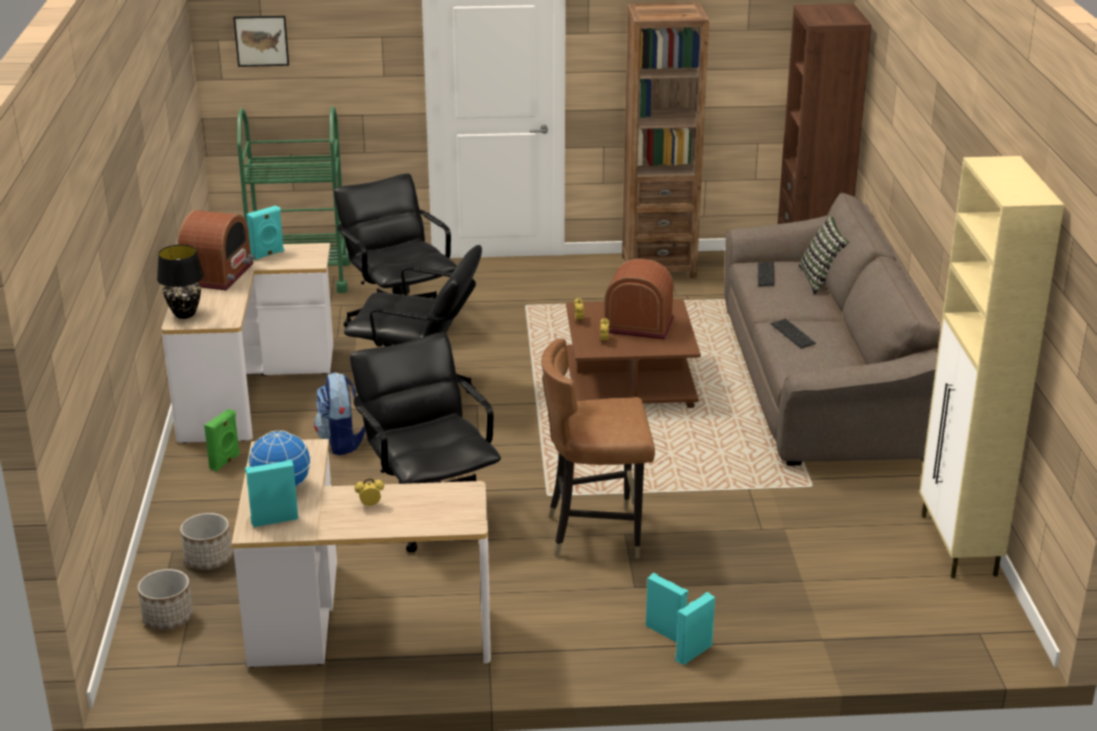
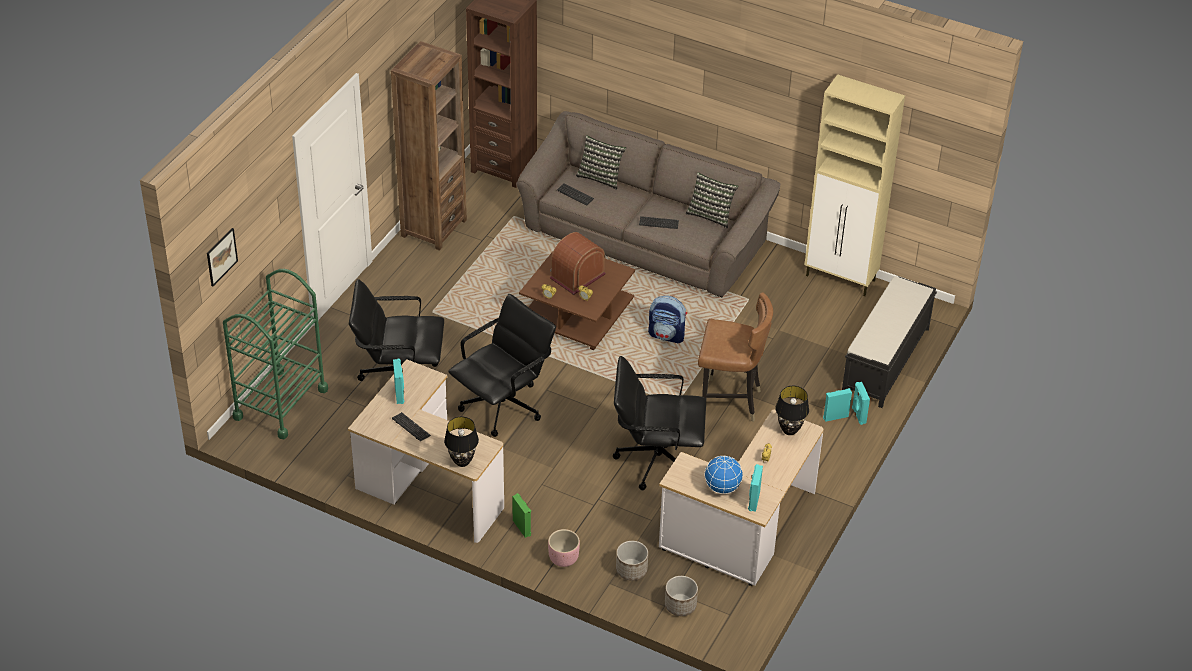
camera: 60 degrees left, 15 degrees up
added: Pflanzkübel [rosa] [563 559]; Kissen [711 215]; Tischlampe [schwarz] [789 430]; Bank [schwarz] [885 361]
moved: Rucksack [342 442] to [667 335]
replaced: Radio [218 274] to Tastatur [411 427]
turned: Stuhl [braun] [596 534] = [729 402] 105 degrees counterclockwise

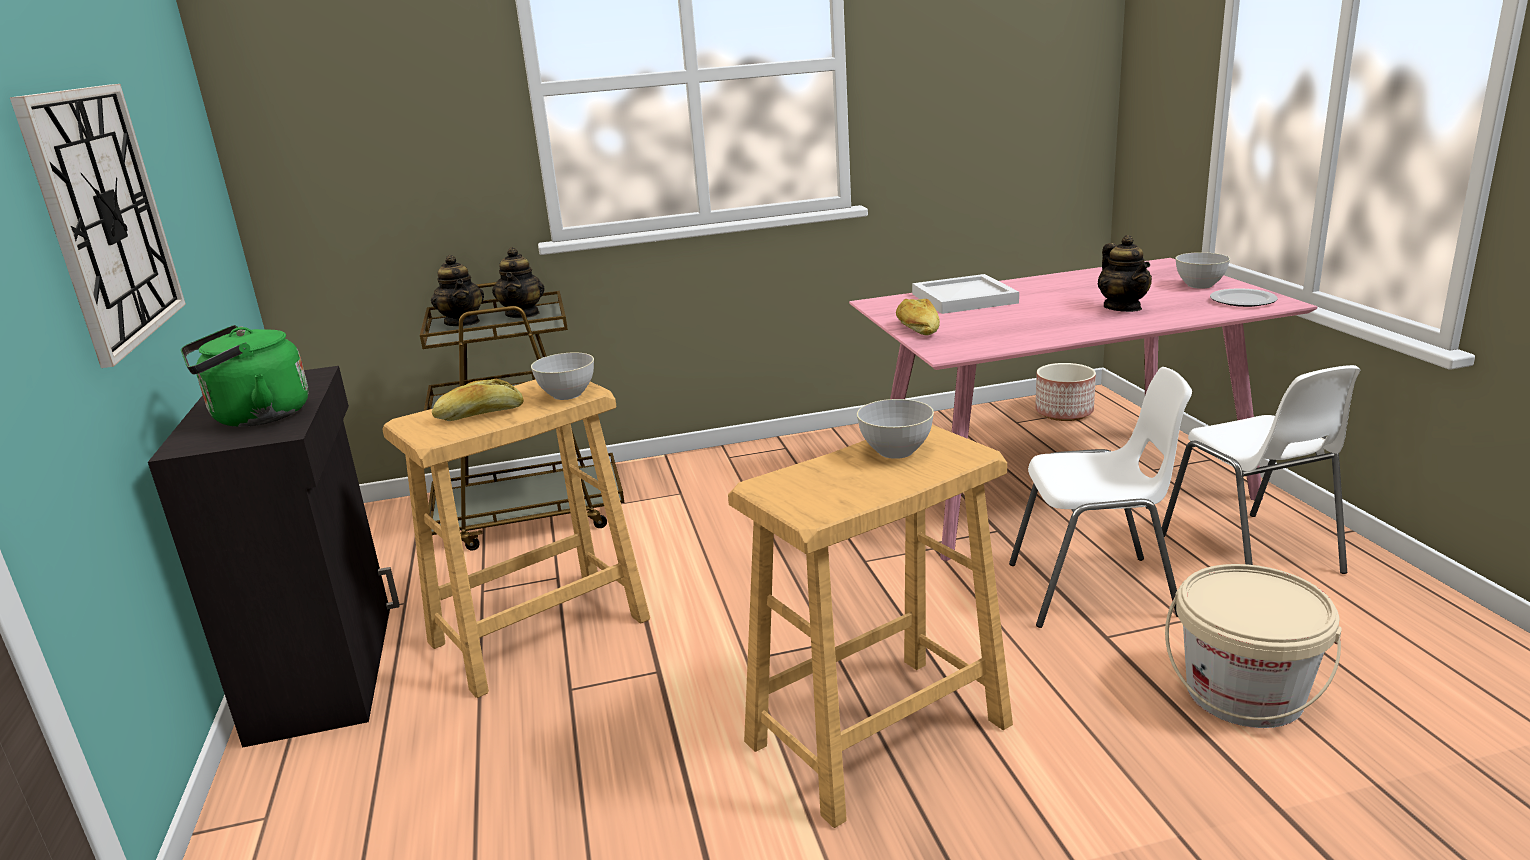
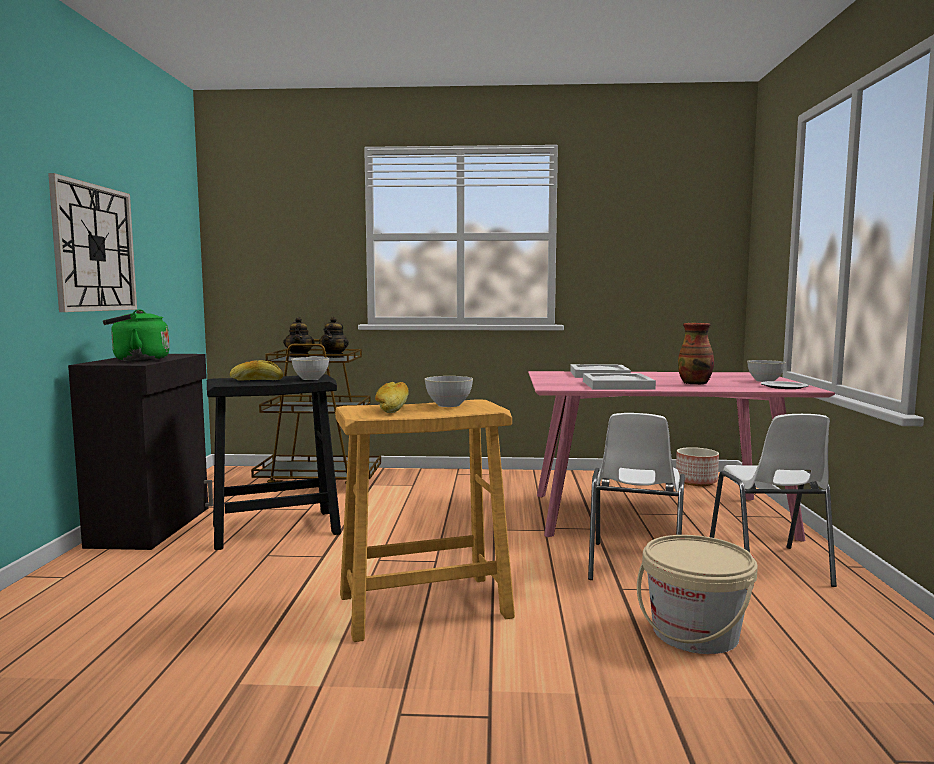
camera: 15 degrees right, 15 degrees down
added: Tablett [weiß] [618 385]
moved: Brot [916 329] to [392 409]
replaced: Teekanne [1122 307] to Vase [695 383]
recoloured: Hocker [beige] [538 631] to Hocker [schwarz] [274 529]
turned: Stuhl [weiß] [1094 591] = [634 566] 90 degrees clockwise

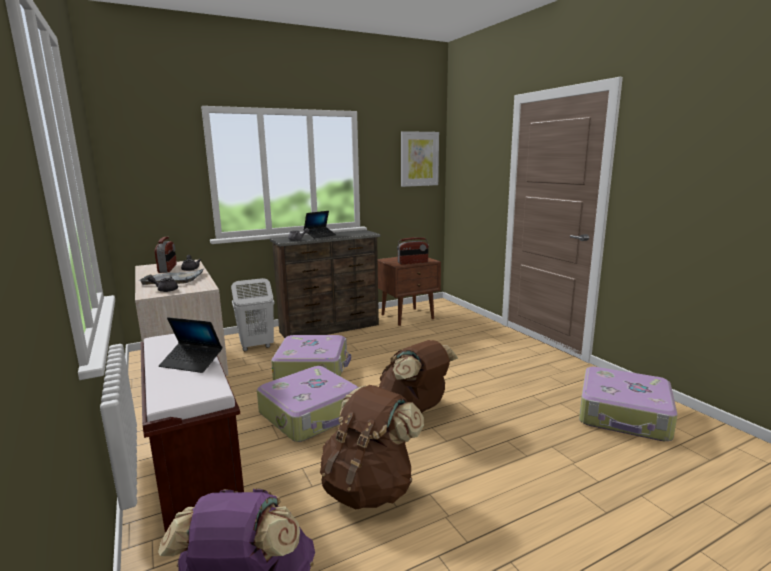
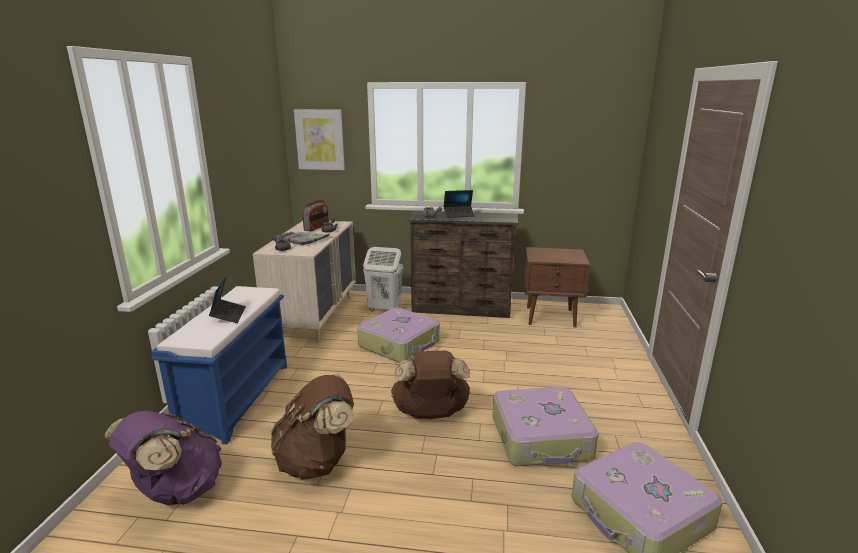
camera: 35 degrees right, 5 degrees up
removed: Radio [413 262]
moved: Bild [419 159] to [320 139]; Koffer [311 414] to [541 438]
recoloured: Bank [braun] [196 473] to Bank [blau] [237 397]
turned: Laptop [192 363] = [228 315] 150 degrees counterclockwise

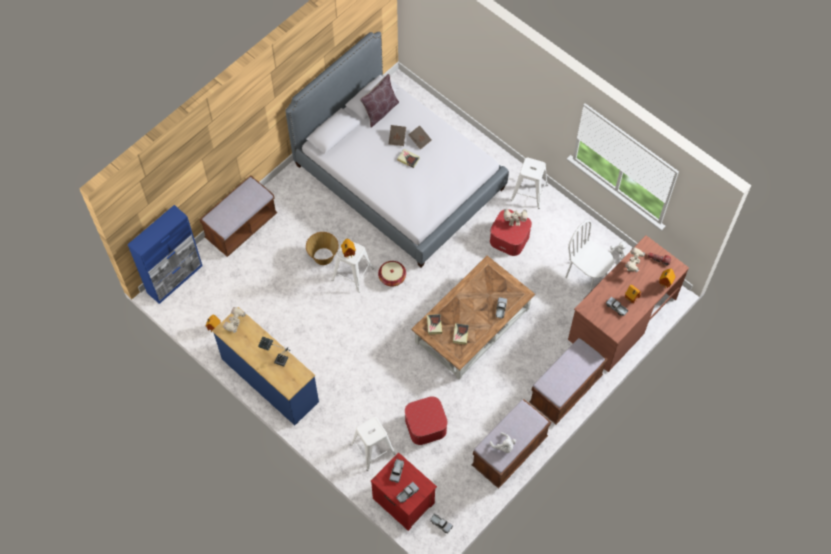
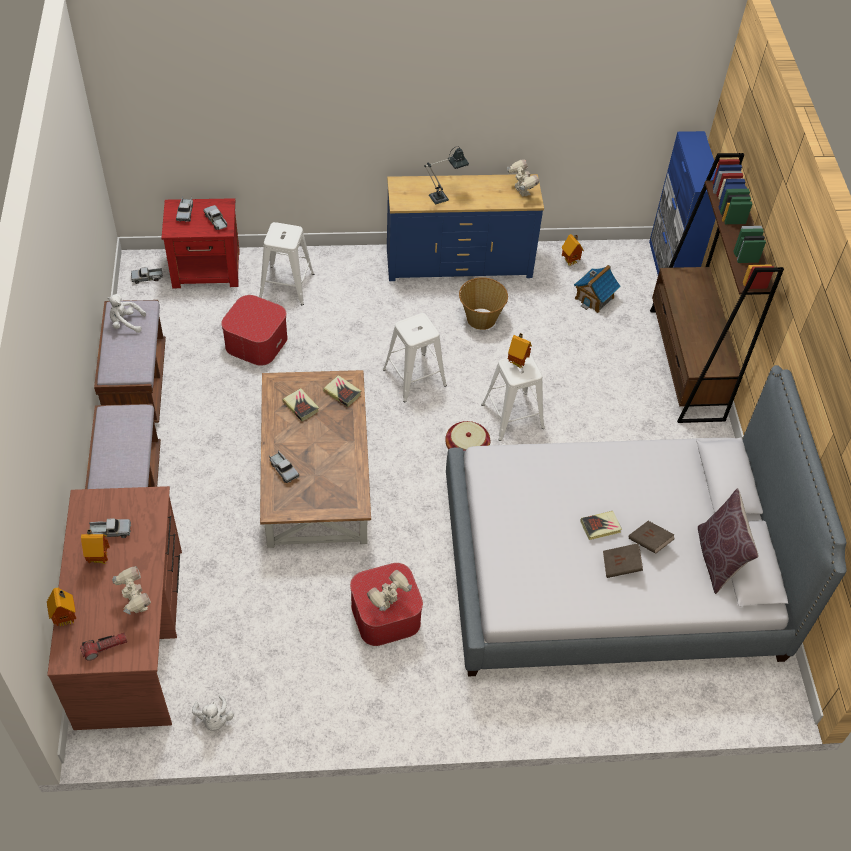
camera: 130 degrees right, 10 degrees down
removed: Stuhl [weiß] [586 276]
added: Spielzeughaus [594 298]
moved: Hocker [weiß] [529 192] to [414 378]; Korb [323 257] to [480 318]
replaced: Bank [braun] [241 227] to Bücherregal [braun] [686 364]

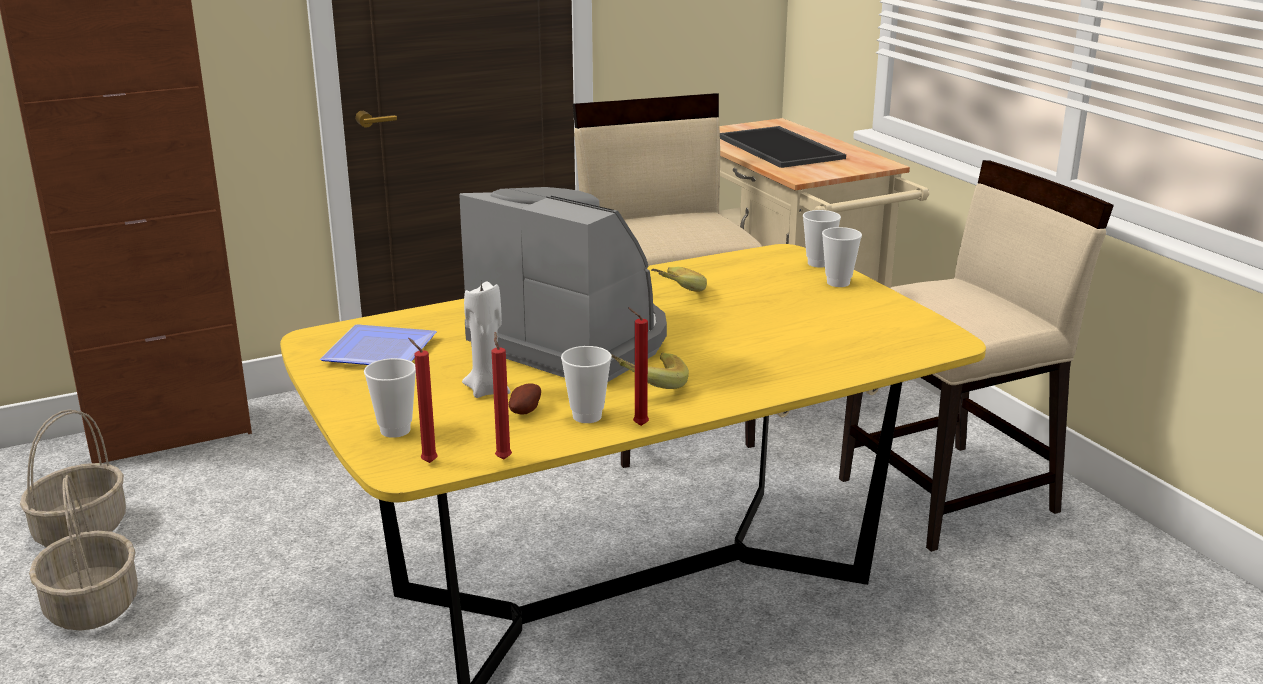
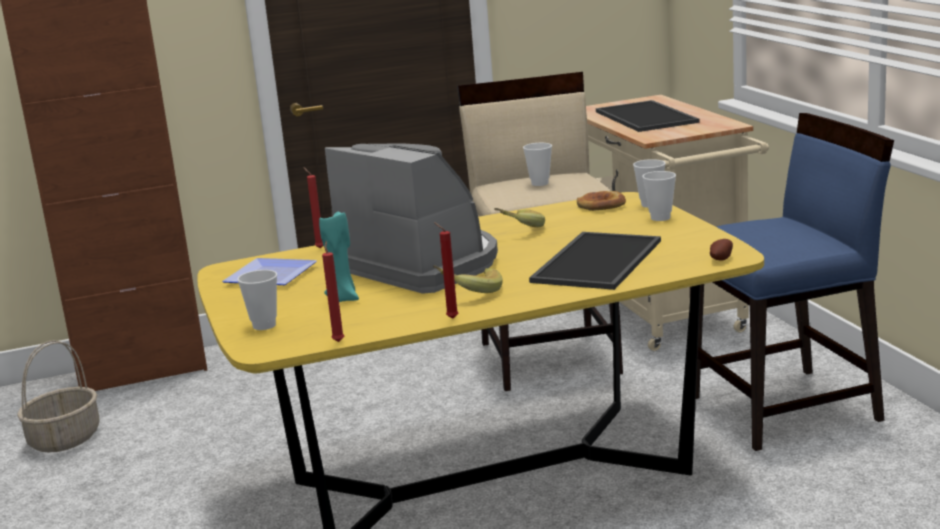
camera: 10 degrees right, 5 degrees down
removed: Korb [93 607]
added: Tablett [595 260]; Brot [601 205]
moved: Kerze [rot] [427 462] to [319 248]; Tasse [587 416] to [540 183]; Kartoffel [524 411] to [720 259]
recoloured: Kerze [weiß] [487 390] to Kerze [türkis] [343 299]; Stuhl [beige] [950 495] to Stuhl [blau] [787 408]

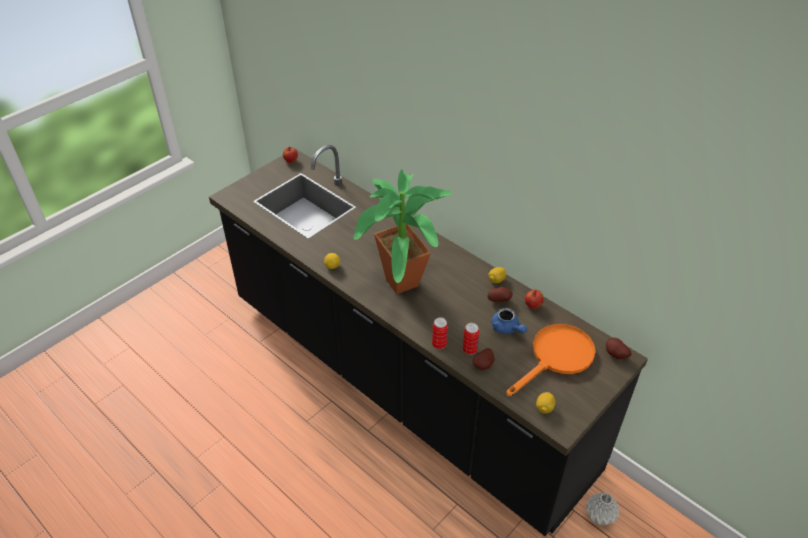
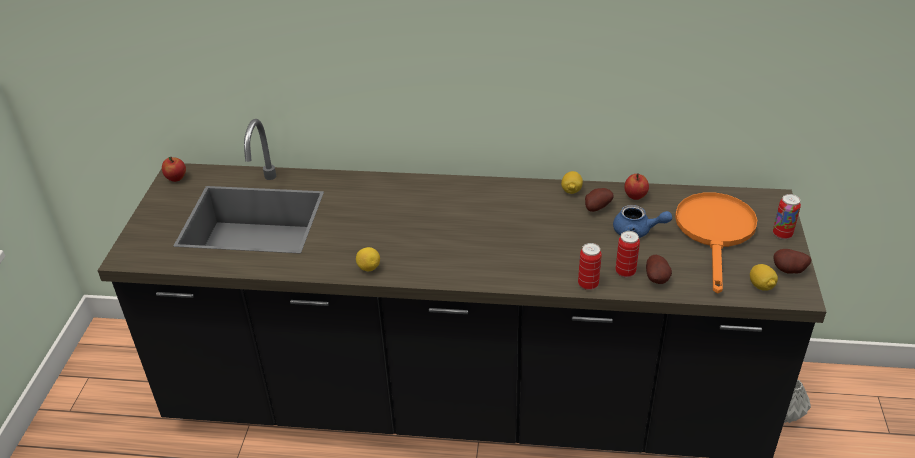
camera: 35 degrees left, 5 degrees down
removed: Topfpflanze [401 288]
added: Dose [782 234]
moved: Kartoffel [615 355] to [789 271]

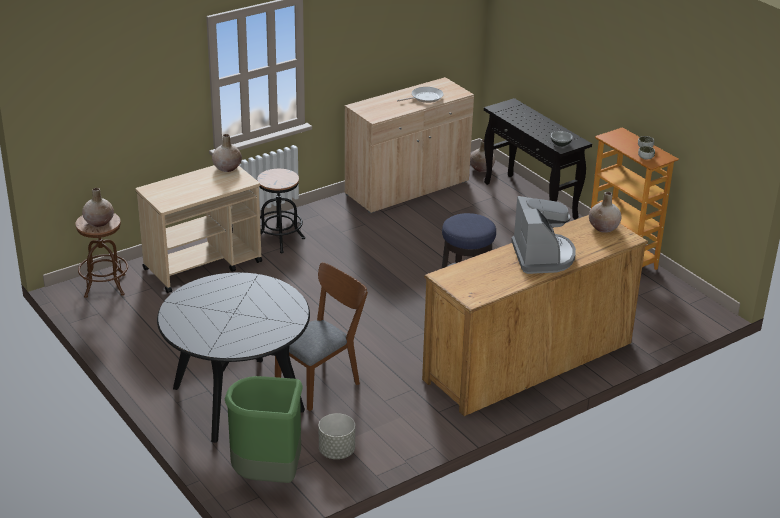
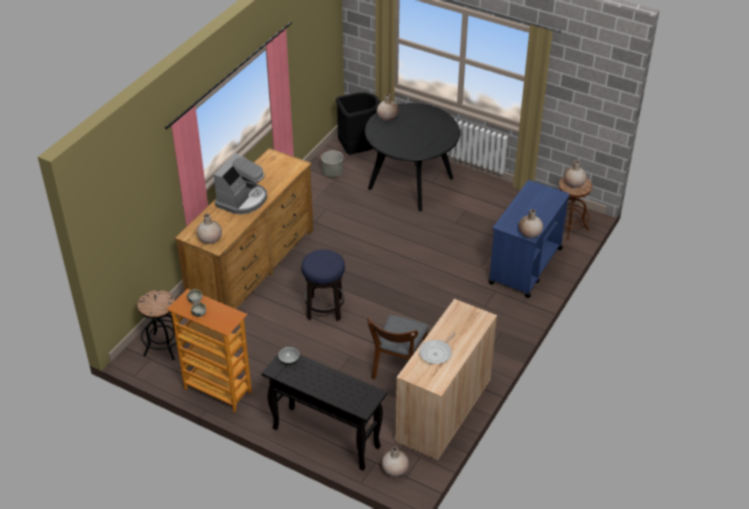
camera: 155 degrees right, 10 degrees up
added: Vase [beige] [387 117]
moved: Hocker [schwarz] [279 240] to [163 346]; Stuhl [braun] [322 382] to [398 370]
recoloured: Mülleimer [grün] [268 476] to Mülleimer [schwarz] [358 150]; Rollwagen [beige] [203 265] to Rollwagen [blau] [525 266]
turned: Kaffeemaschine [543 256] = [242 200] 120 degrees counterclockwise

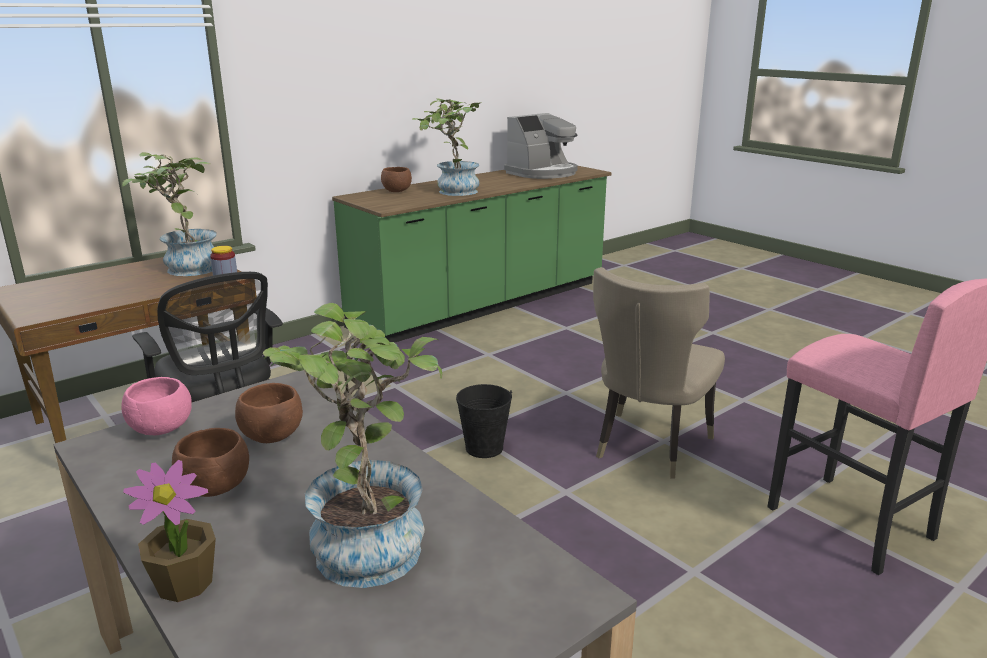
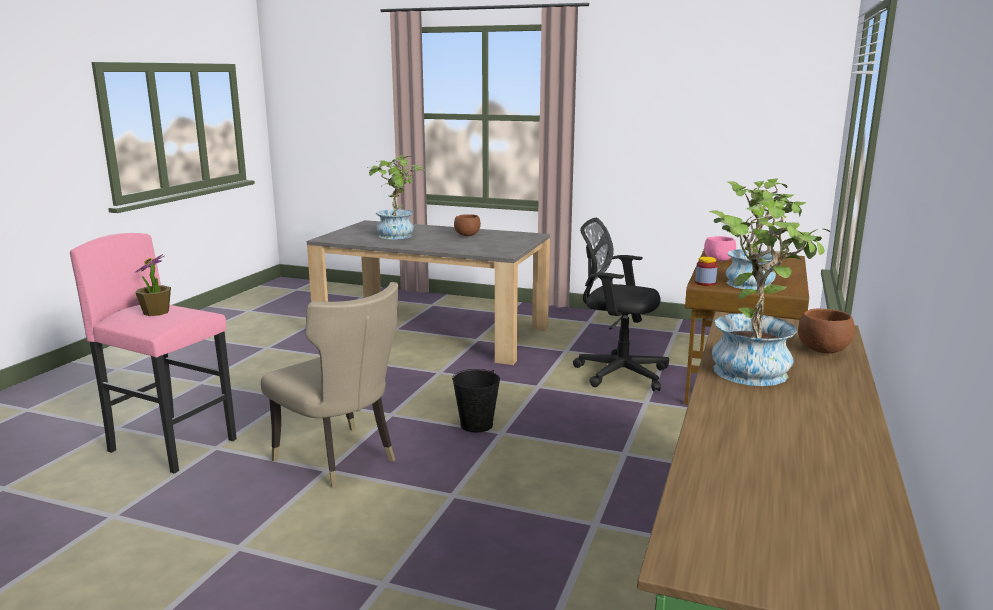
camera: 150 degrees right, 5 degrees down
removed: Schüssel [braun] [272 437]; Kaffeemaschine [542 173]
moved: Topfpflanze [185 583] to [156 312]; Schüssel [rosa] [161 430] to [718 260]
turned: Stuhl [beige] [648 447] = [340 460] 135 degrees clockwise

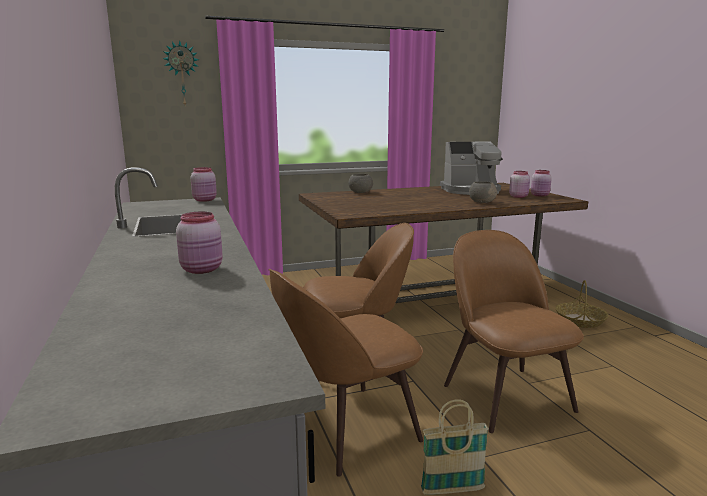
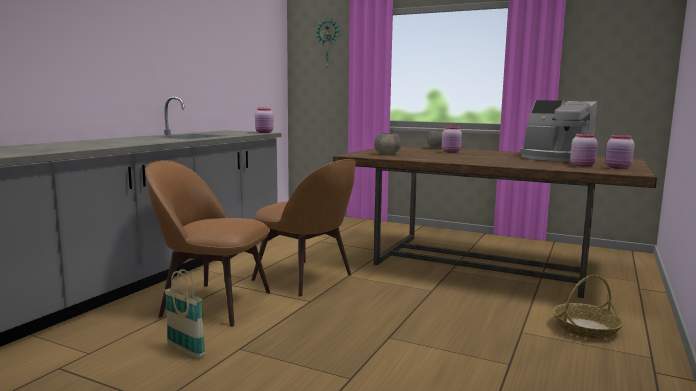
camera: 45 degrees right, 5 degrees down
removed: Stuhl [braun] [504 394]
moved: Schüssel [grau] [481 202] to [387 153]; Vorratsglas [rosa] [203 269] to [451 152]

